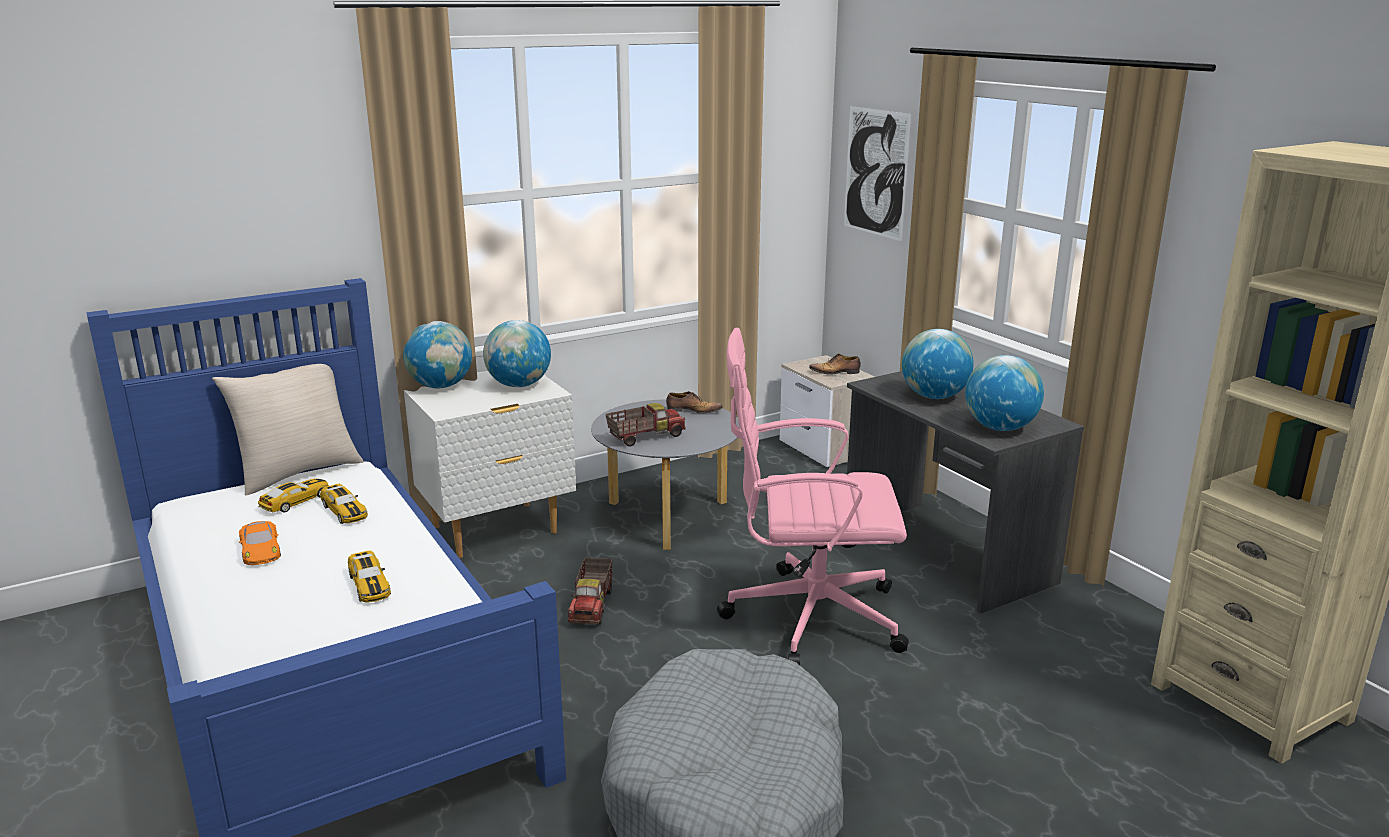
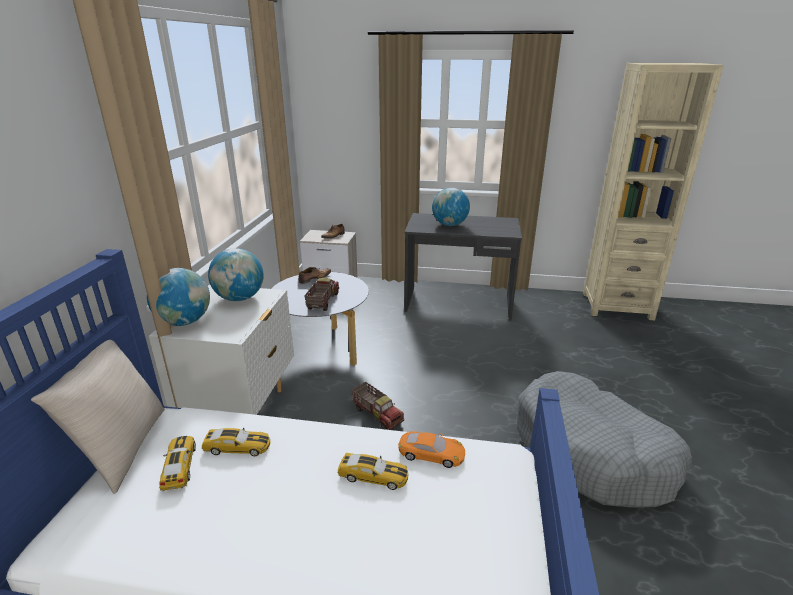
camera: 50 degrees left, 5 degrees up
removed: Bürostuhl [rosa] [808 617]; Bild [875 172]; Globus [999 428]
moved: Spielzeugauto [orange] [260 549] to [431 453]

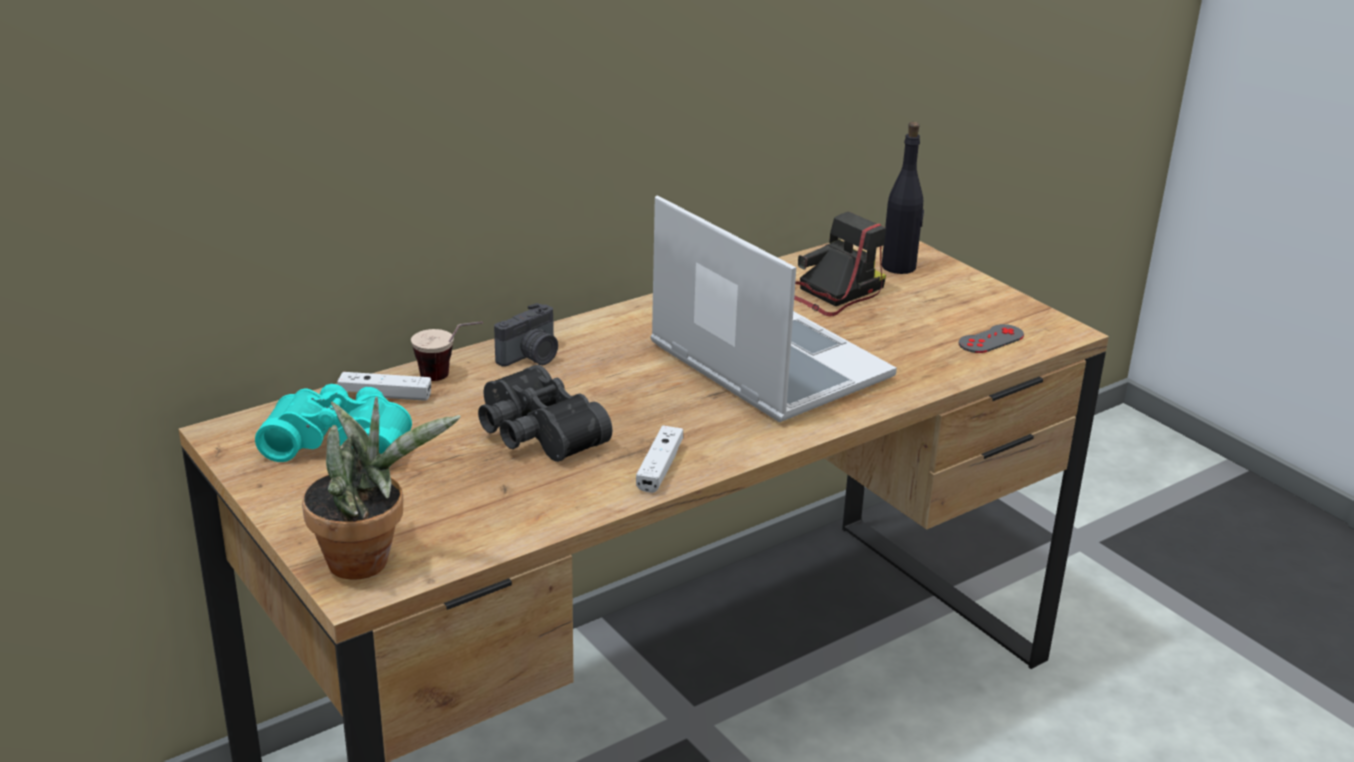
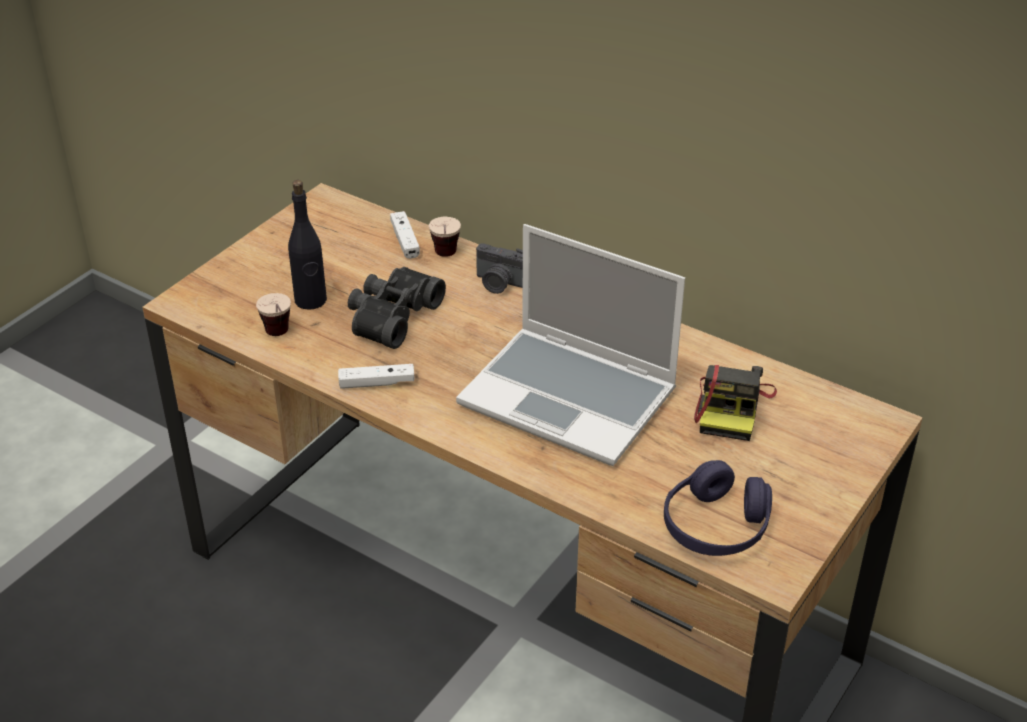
camera: 70 degrees right, 10 degrees up
removed: Fernglas [türkis] [341 442]; Topfpflanze [368 560]
added: Tasse [280 338]
moved: Flasche [schwarz] [899 267] to [310 300]
replaced: Gamepad [grau] [991 339] to Kopfhörer [lila] [715 526]
turned: Laptop [764 362] = [571 398] 90 degrees clockwise; Kamera [830 293] = [732 408] 75 degrees clockwise

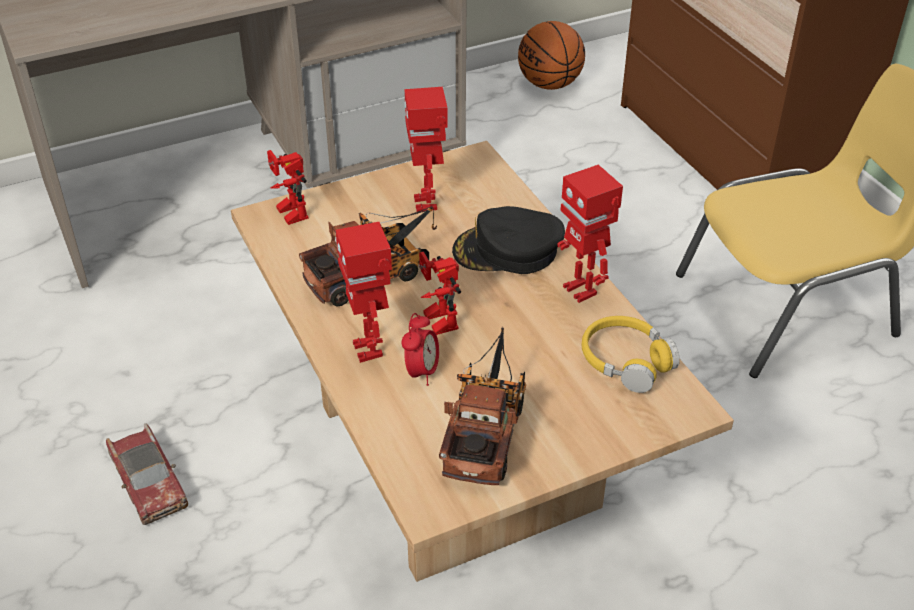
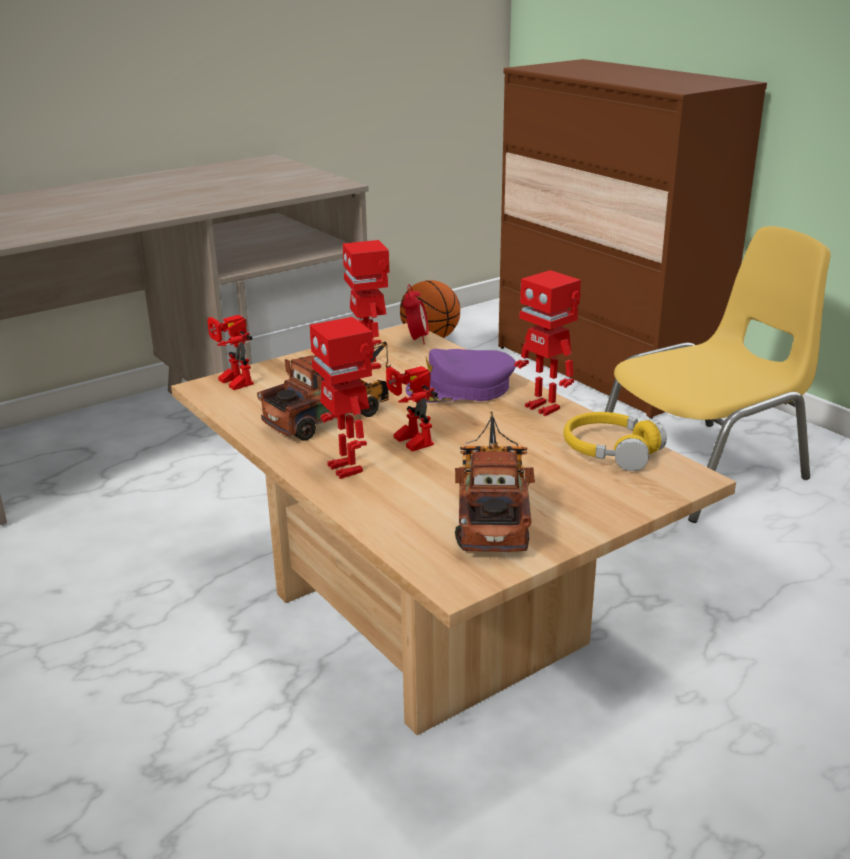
camera: 10 degrees left, 15 degrees down
removed: Spielzeugauto [148 482]
moved: Wecker [421 372] to [416 340]
recoloured: Kappe [schwarz] [508 250] to Kappe [lila] [460 388]

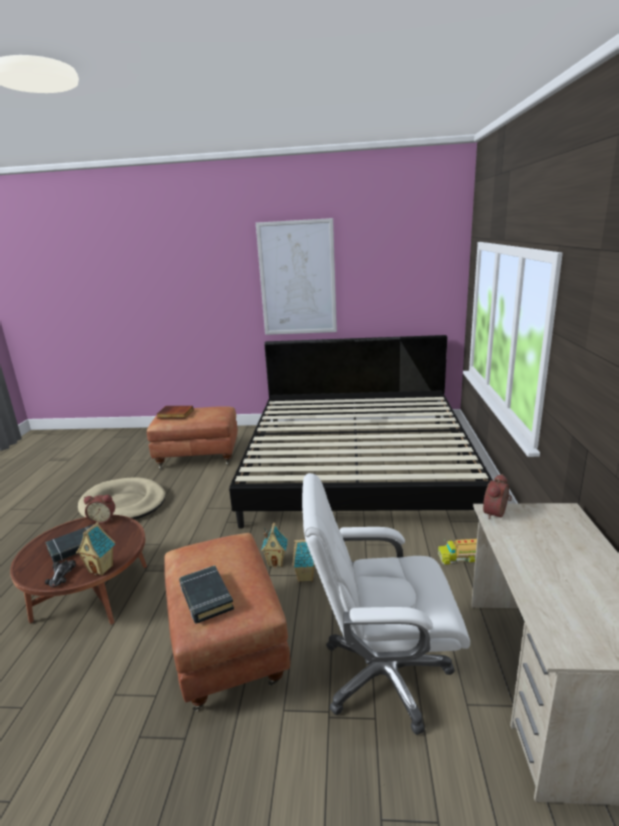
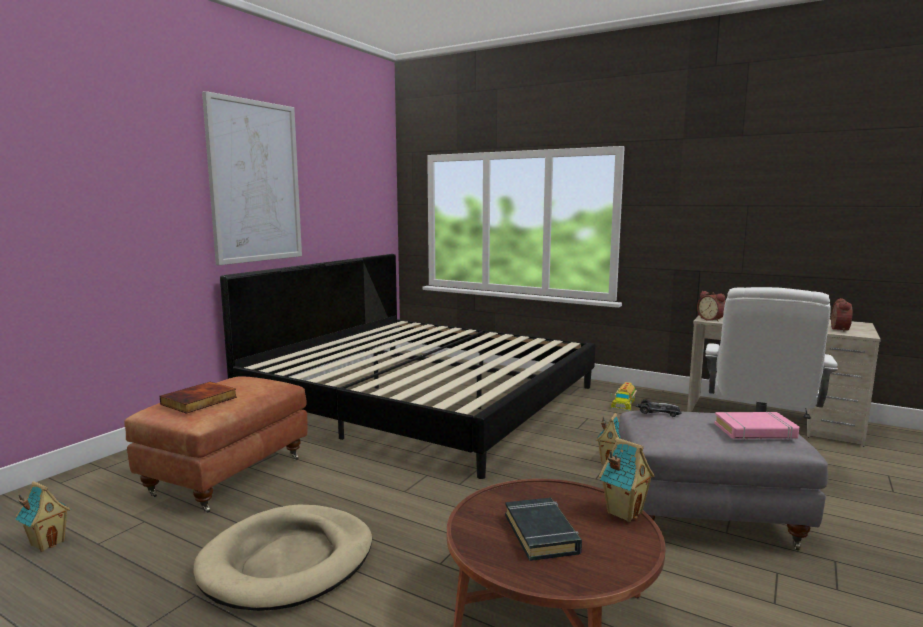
camera: 65 degrees left, 10 degrees down
moved: Spielzeughaus [276 562] to [48 543]; Spielzeugauto [61 575] to [658 411]; Wecker [103 519] to [837 329]
recoloured: Polsterhocker [braun] [229 646] to Polsterhocker [grau] [707 518]; Buch [schwarz] [206 597] to Buch [rosa] [755 431]

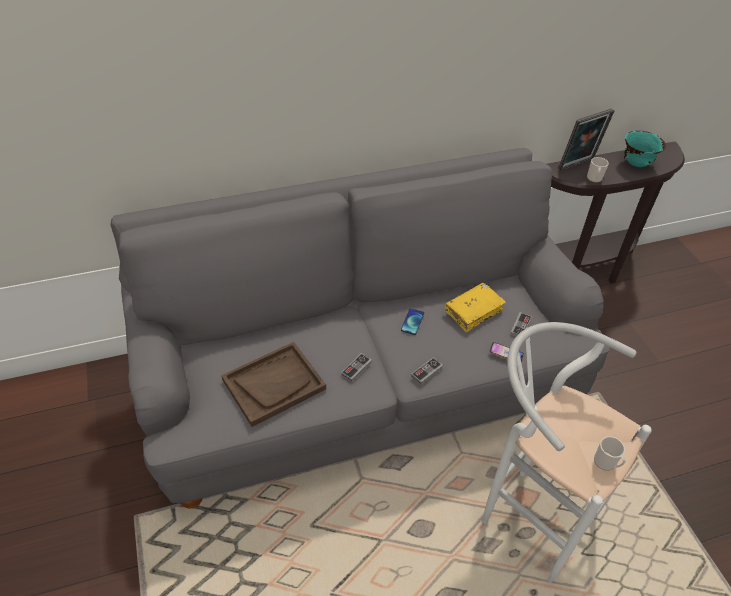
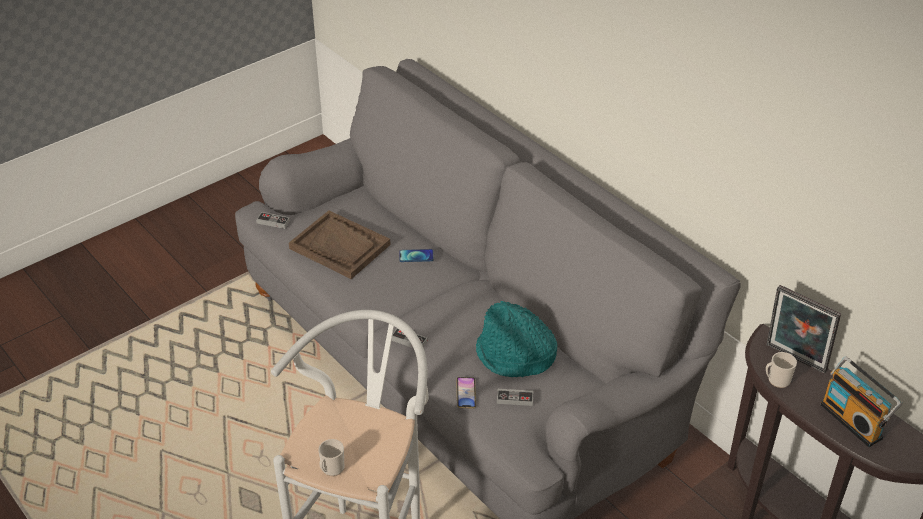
camera: 70 degrees right, 5 degrees down
moved: Gamepad [356 368] to [273 222]; Handy [412 322] to [416 256]
replaced: Buch [gelb] [473 311] to Hut [türkis] [515 356]; Schüssel [türkis] [636 164] to Radio [853 420]

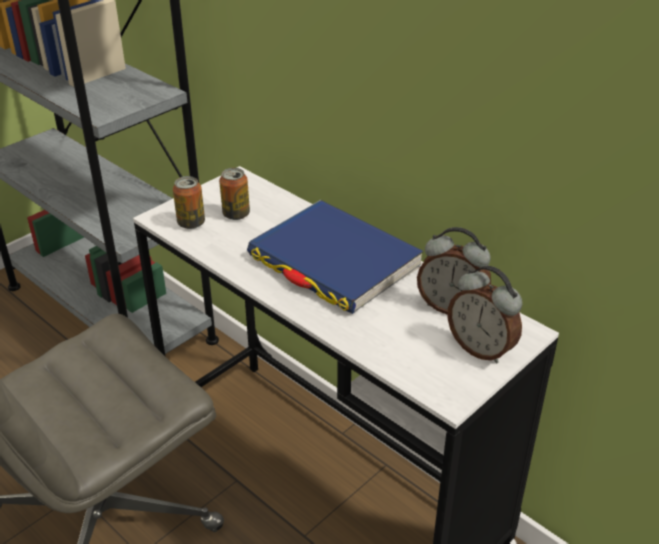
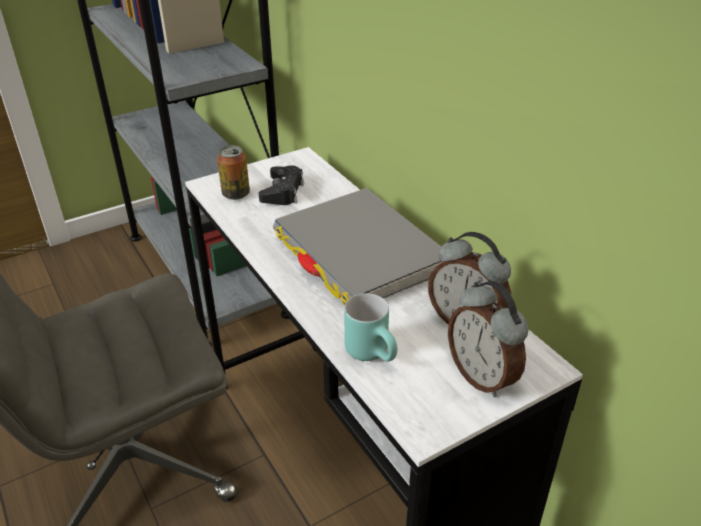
camera: 15 degrees right, 0 degrees up
added: Henkelbecher [türkis] [374 353]
replaced: Dose [236 214] to Gamepad [schwarz] [283 192]
recoloured: Buch [blau] [334 262] to Buch [grau] [359 253]

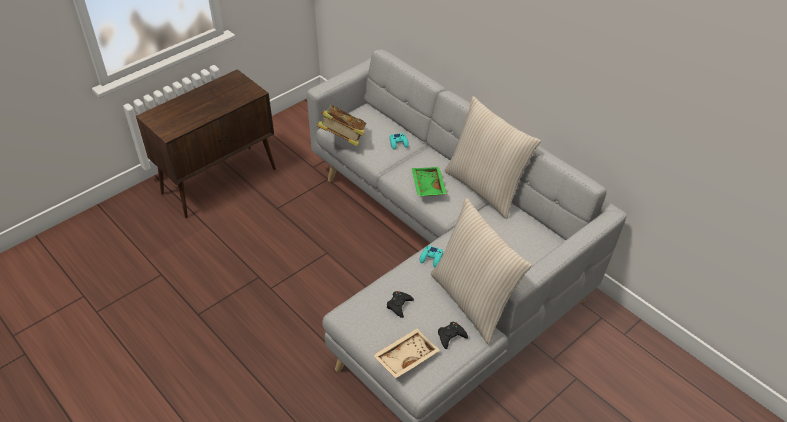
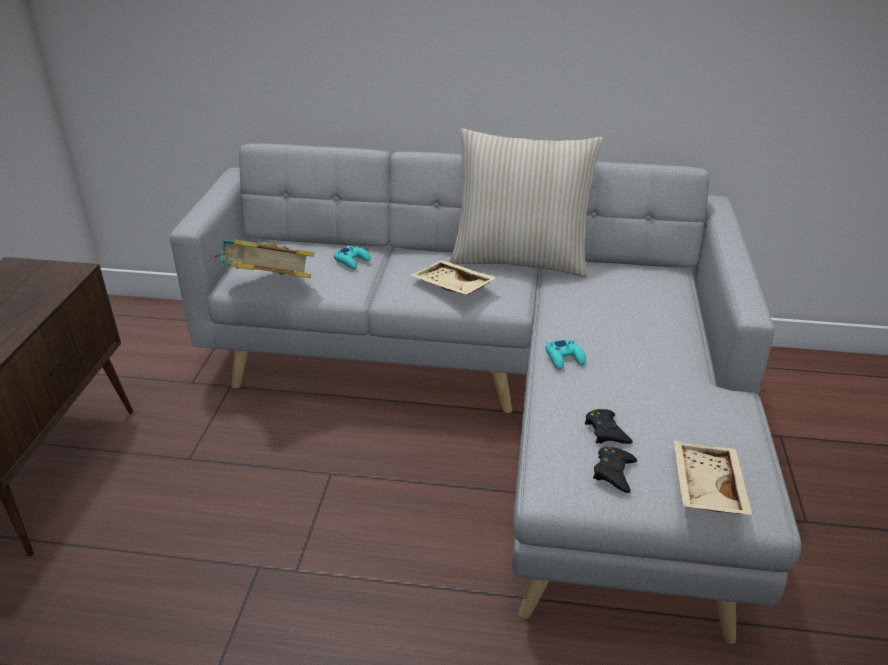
camera: 40 degrees left, 10 degrees down
removed: Kissen [beige] [473 301]
moved: Gamepad [schwarz] [451 336] to [614 472]
recoloured: Tablett [grün] [427 186] to Tablett [beige] [451 287]

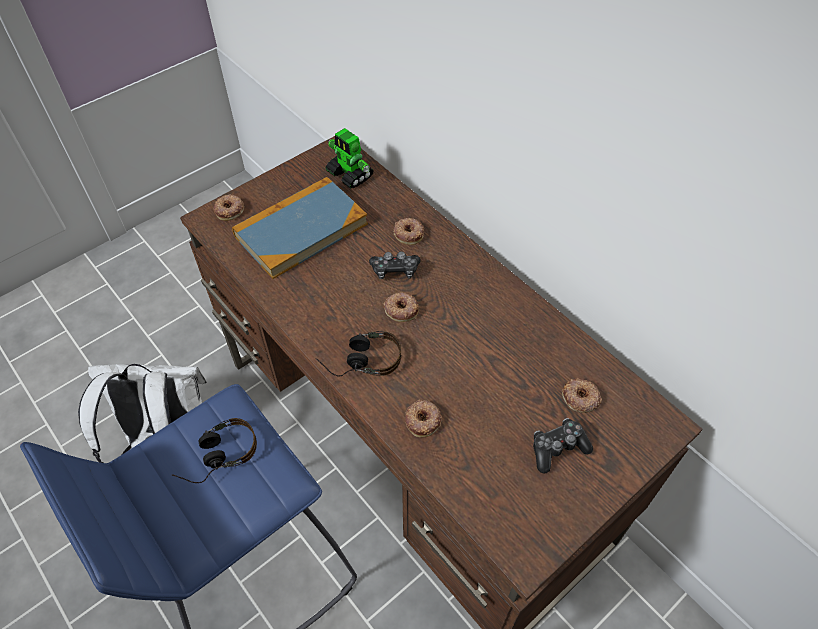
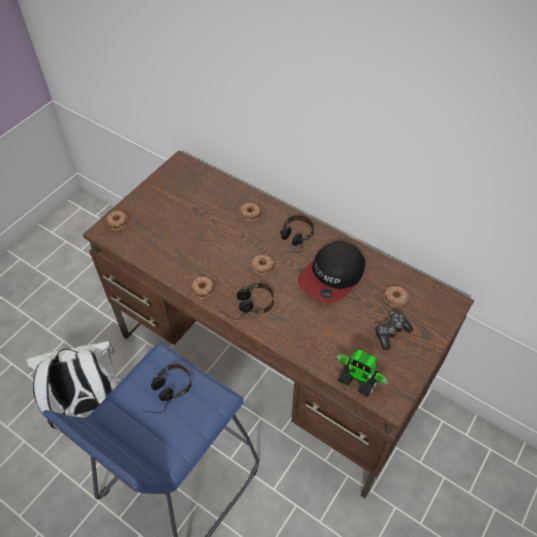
camera: 15 degrees left, 0 degrees up
removed: Buch [301 230]; Gamepad [395 270]
added: Kopfhörer [293 241]; Kappe [332 276]
moved: Donut [423 420] to [203 288]; Spielzeugroboter [350 175] to [358 379]

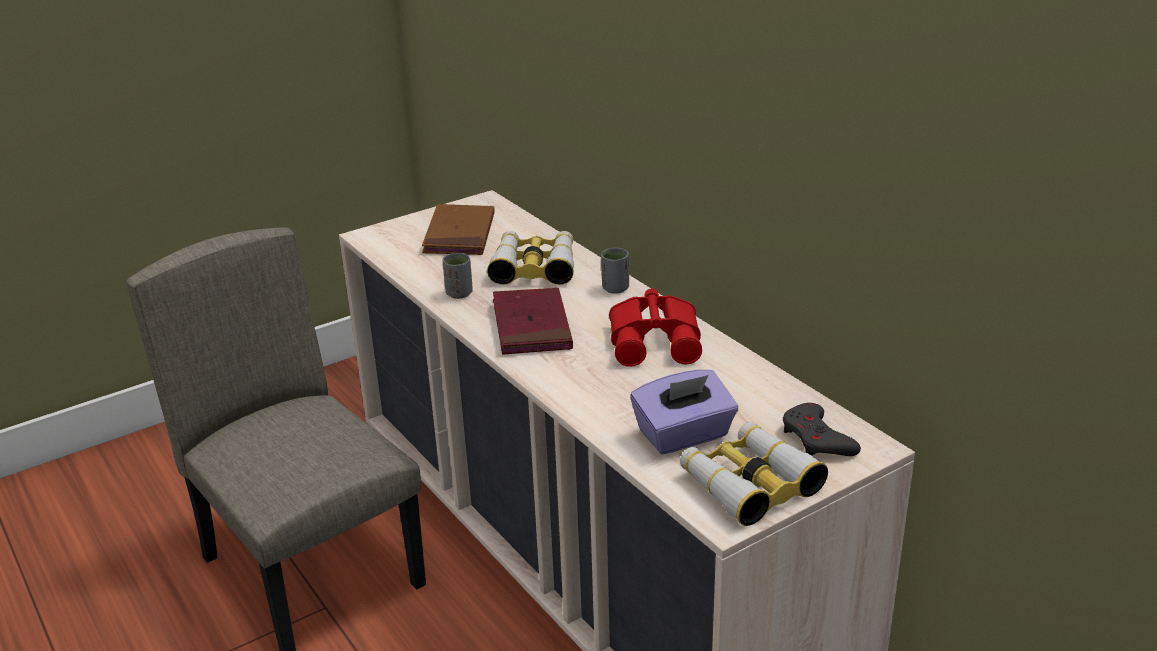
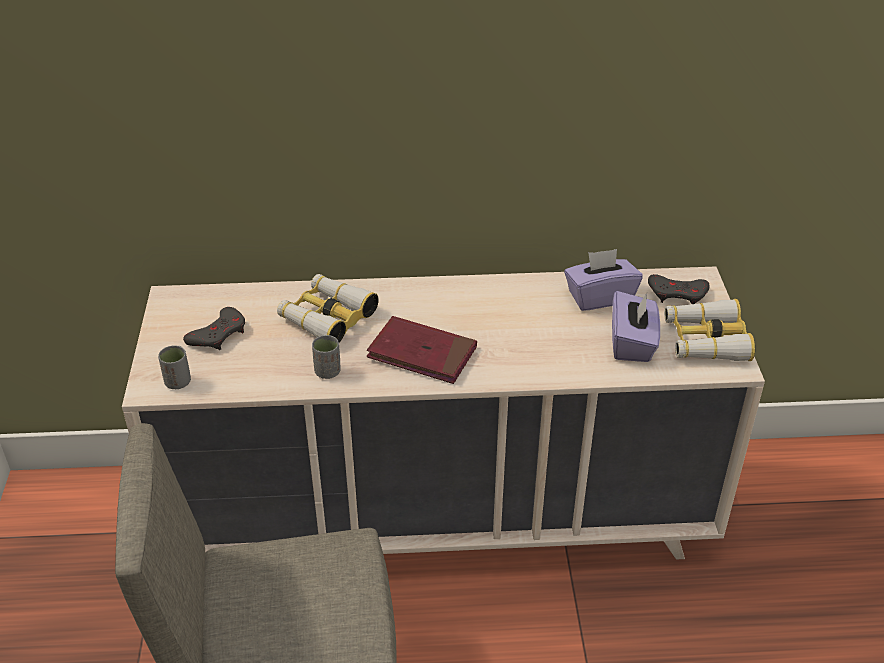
camera: 60 degrees left, 10 degrees up
removed: Fernglas [rot] [657 339]
added: Taschentuchbox [lila] [599 297]
moved: Tasse [grau] [615 288] to [178 382]
replaced: Buch [braun] [459 234] to Gamepad [grau] [218 334]

